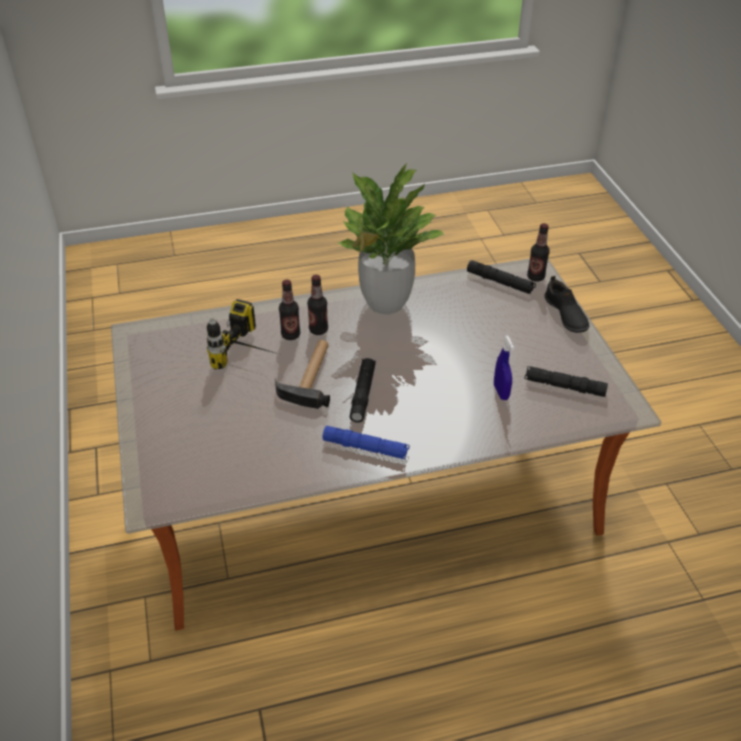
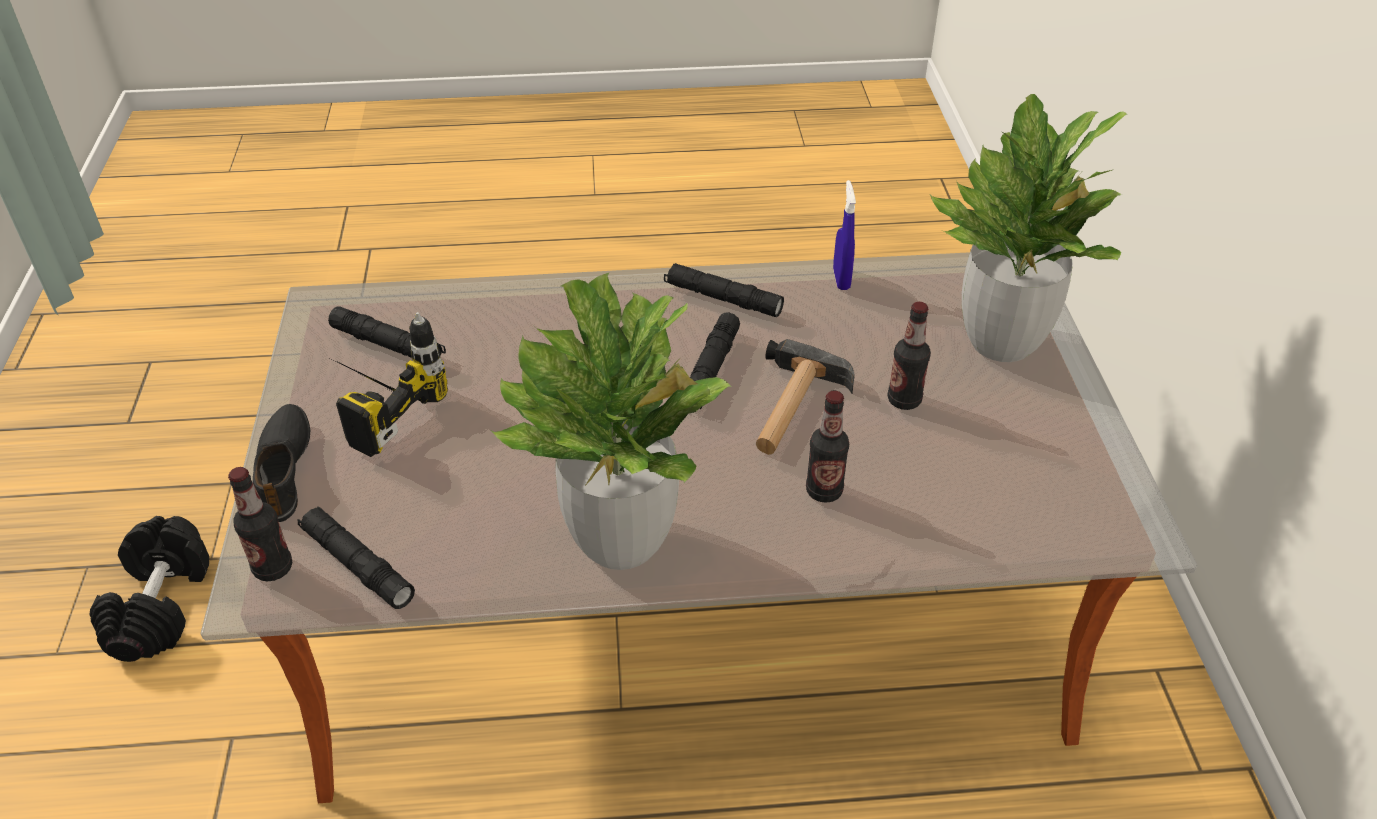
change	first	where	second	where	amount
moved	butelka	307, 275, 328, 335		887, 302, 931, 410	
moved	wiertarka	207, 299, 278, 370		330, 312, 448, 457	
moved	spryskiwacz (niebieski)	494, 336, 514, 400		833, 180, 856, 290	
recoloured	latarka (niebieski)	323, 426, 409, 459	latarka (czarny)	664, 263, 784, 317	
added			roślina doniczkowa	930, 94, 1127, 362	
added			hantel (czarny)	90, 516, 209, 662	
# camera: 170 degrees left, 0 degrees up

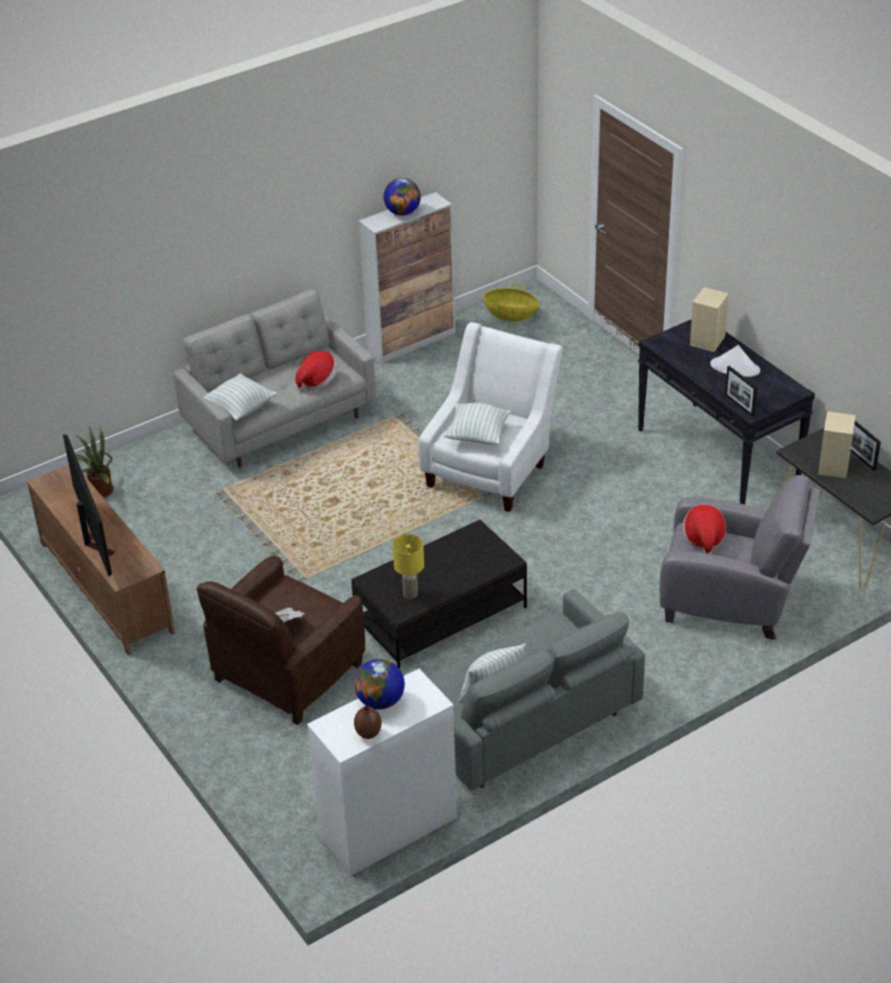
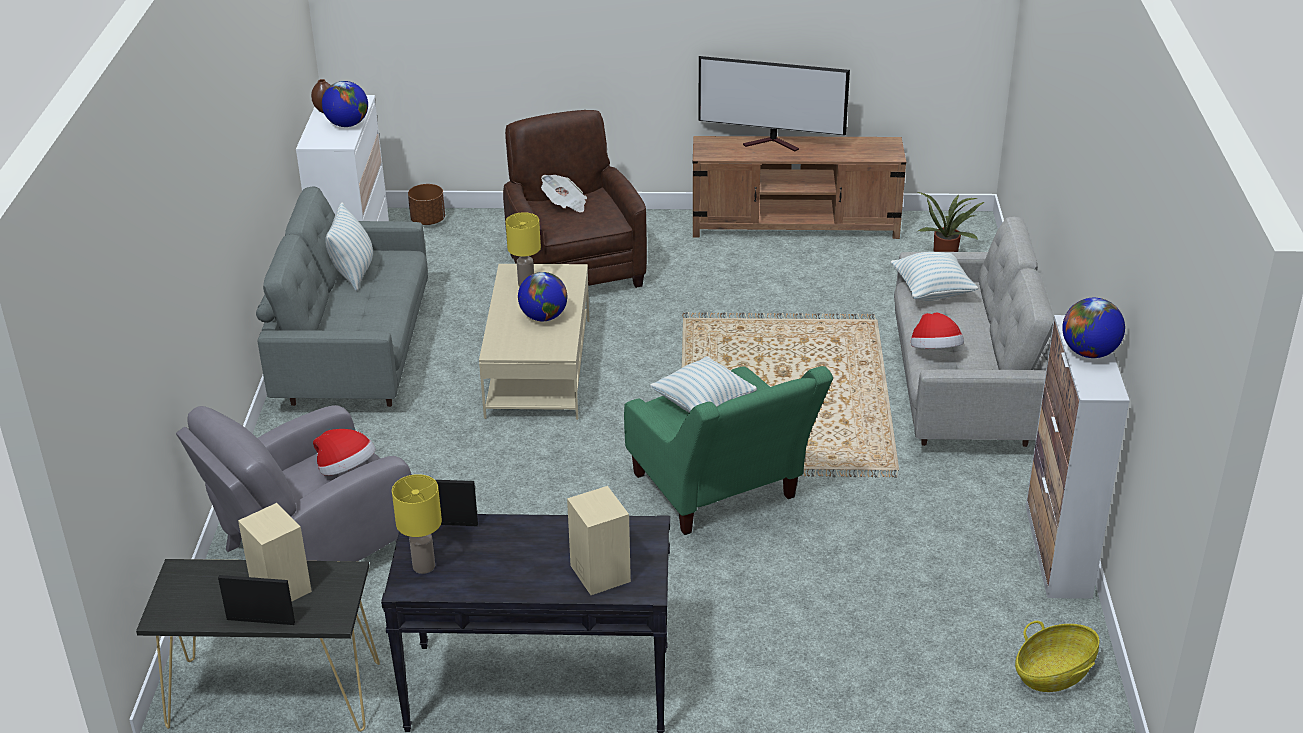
change	first	where	second	where	amount
recoloured	fotel (biały)	419, 322, 563, 512	fotel (zielony)	624, 366, 833, 535	
removed	kapelusz (biały)	710, 345, 760, 377			
recoloured	ława (czarny)	351, 520, 527, 669	ława (beżowy)	479, 264, 589, 420	
added			donica (brązowy)	408, 184, 445, 225	
added			globus	518, 272, 567, 321	
added			lampa stołowa (żółty)	392, 474, 442, 574	
# camera: 125 degrees right, 5 degrees down

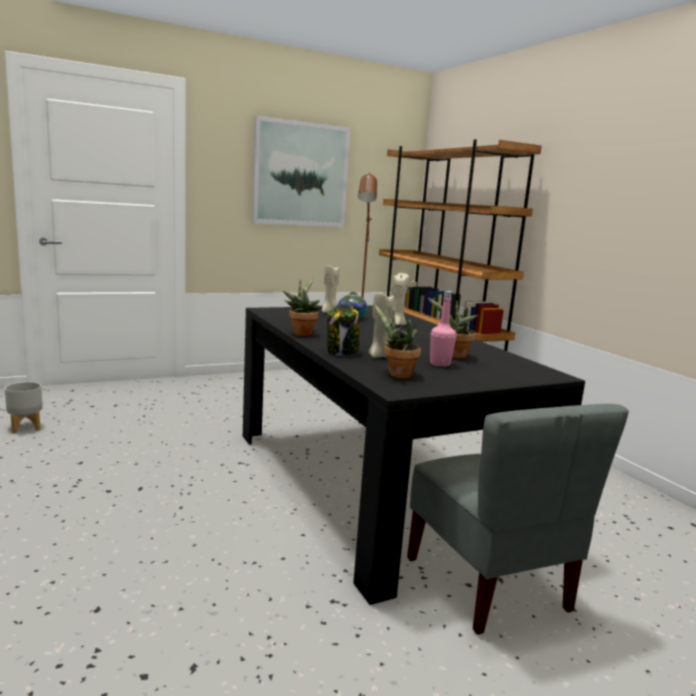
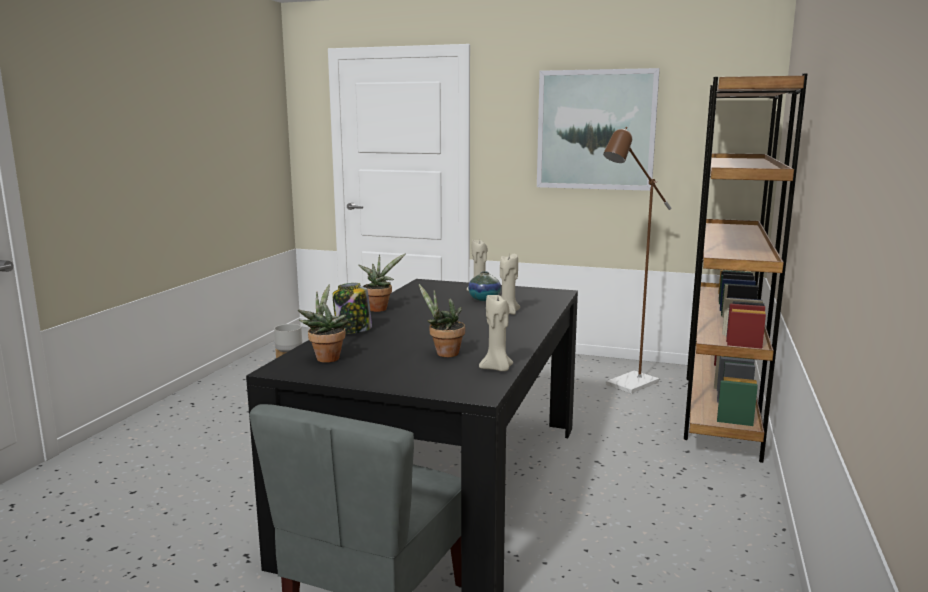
change	first	where	second	where	amount
moved	świeca (beżowy)	368, 291, 394, 358		479, 295, 513, 371	
removed	butelka (różowy)	430, 291, 456, 367			
# camera: 45 degrees right, 0 degrees up

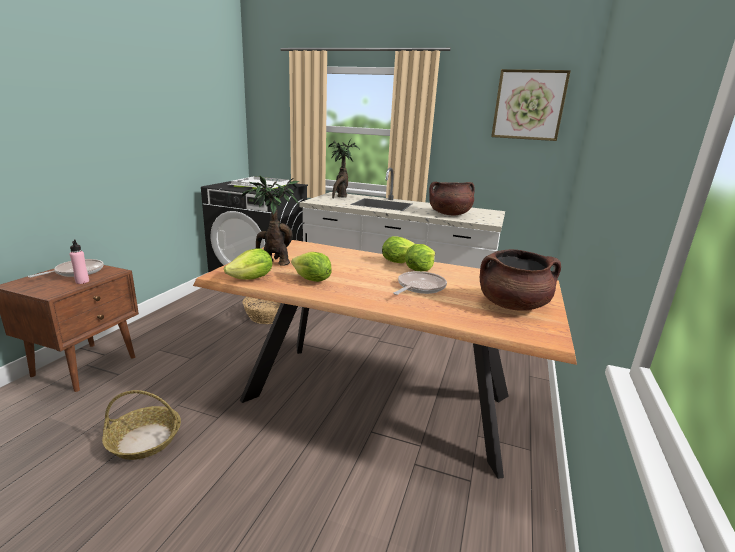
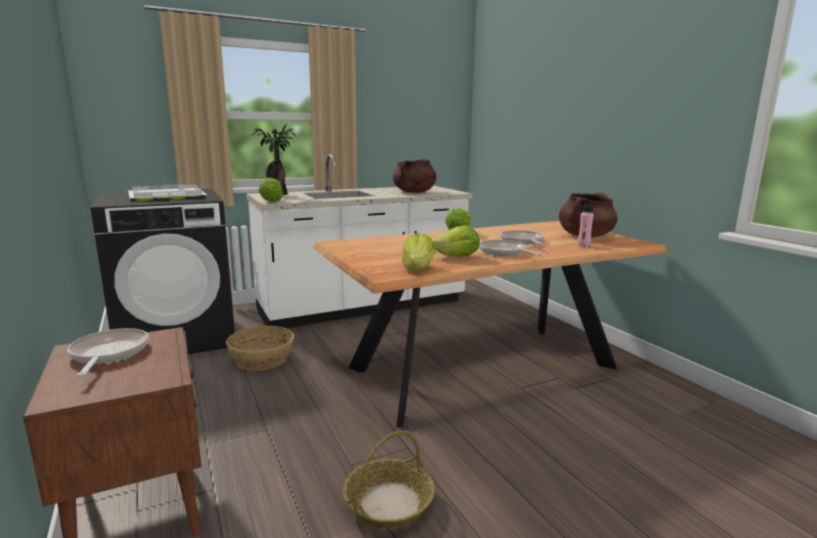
change	first	where	second	where	amount
removed	obraz	491, 69, 571, 141			
removed	roślina doniczkowa	241, 176, 299, 266			
moved	butelka (różowy)	70, 239, 89, 284		578, 201, 596, 247	
moved	sałata	405, 244, 435, 271		259, 178, 283, 202	
added			patelnia	479, 240, 542, 256	
# camera: 45 degrees left, 5 degrees down

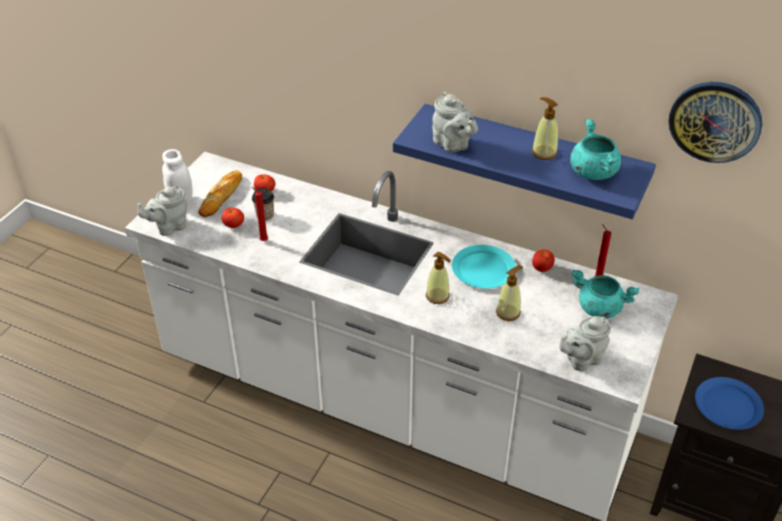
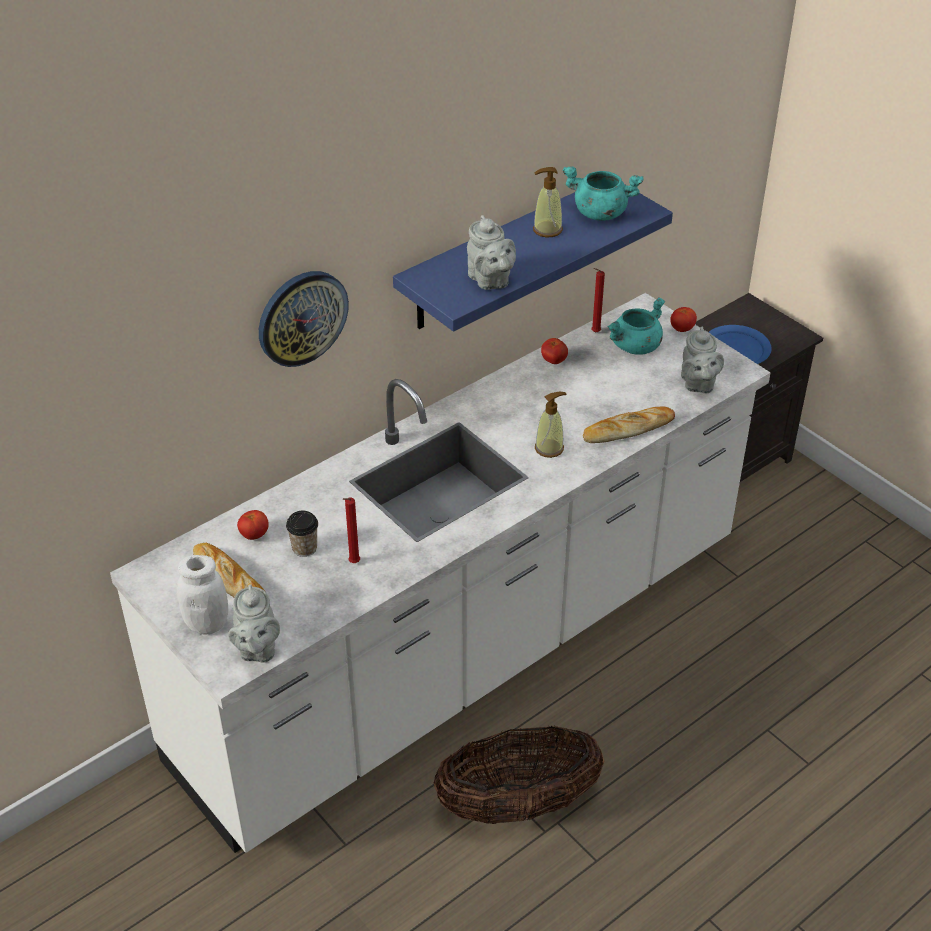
change	first	where	second	where	amount
moved	zegar ścienny	669, 82, 763, 163		259, 271, 349, 367	
turned	imbryk (szary)	432, 92, 478, 153		467, 215, 516, 290	75 degrees clockwise
moved	pomidor	222, 208, 244, 228		670, 307, 697, 332	
removed	talerz (turkusowy)	452, 245, 516, 289			
removed	dozownik mydła	496, 266, 523, 321			
added			chleb	583, 407, 675, 443	
added			koszyk	434, 725, 604, 824	
# camera: 65 degrees left, 0 degrees up

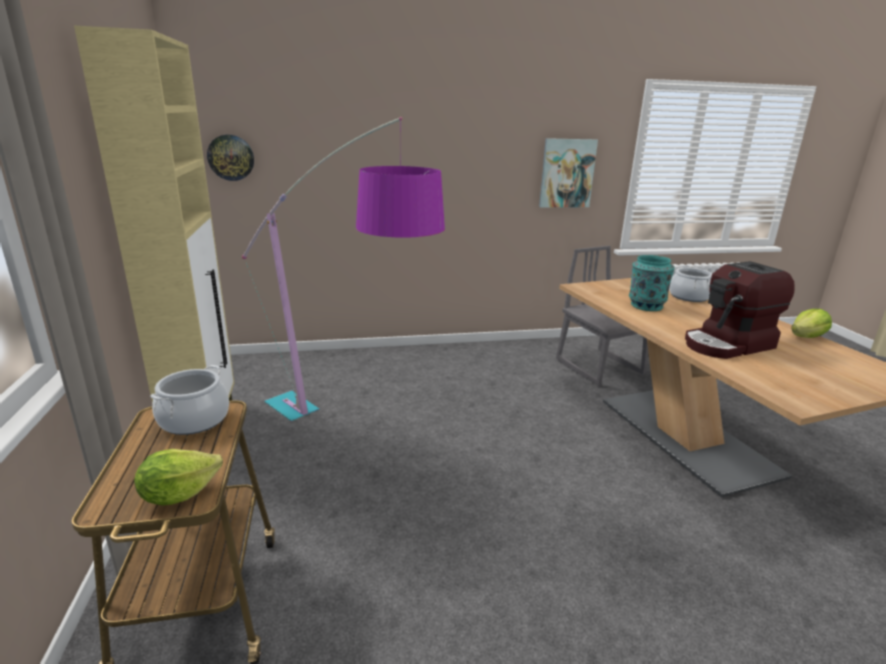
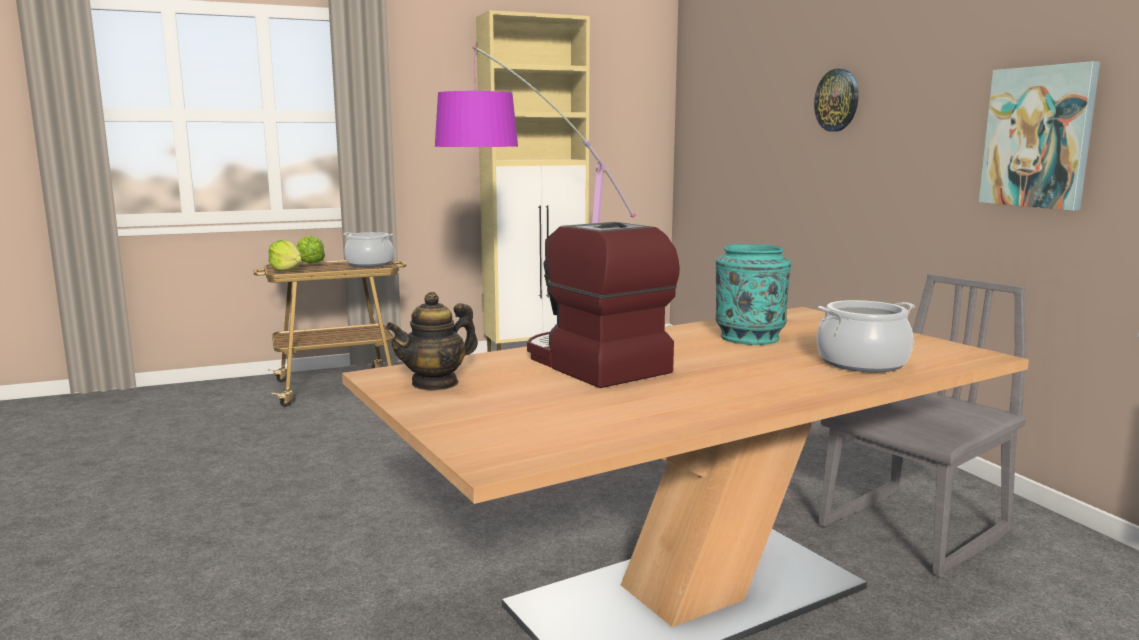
change	first	where	second	where	amount
moved	zegar ścienny	207, 135, 254, 181		814, 69, 858, 132	
moved	sałata	791, 309, 832, 338		296, 236, 325, 264	
added			imbryk	386, 292, 478, 391	
# camera: 80 degrees right, 10 degrees down

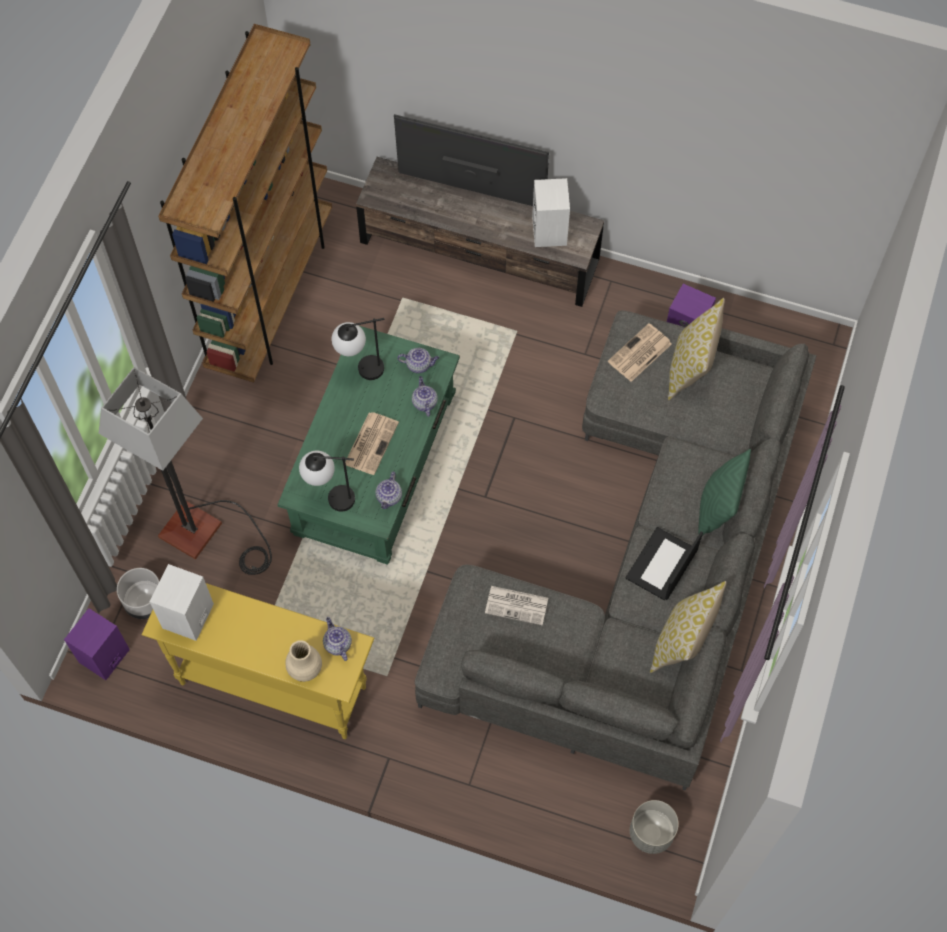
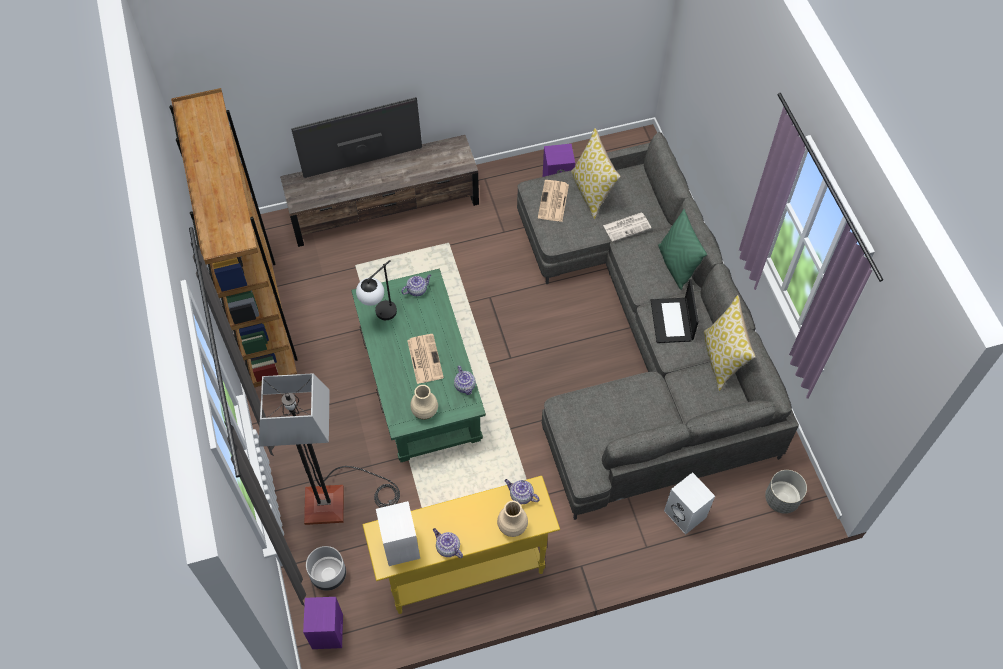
change	first	where	second	where	amount
moved	głośnik (biały)	532, 178, 570, 247		664, 472, 715, 535	
moved	imbryk	412, 376, 438, 417		433, 528, 463, 558	
replaced	lampa stołowa	299, 451, 355, 512	wazon (beżowy)	410, 385, 438, 419	
moved	gazeta	485, 586, 548, 625		603, 212, 651, 242	
# camera: 35 degrees left, 5 degrees down

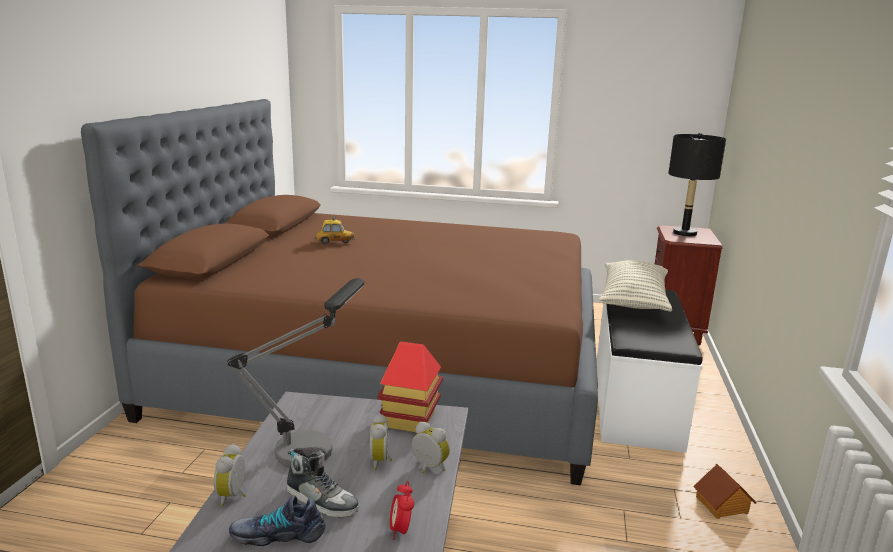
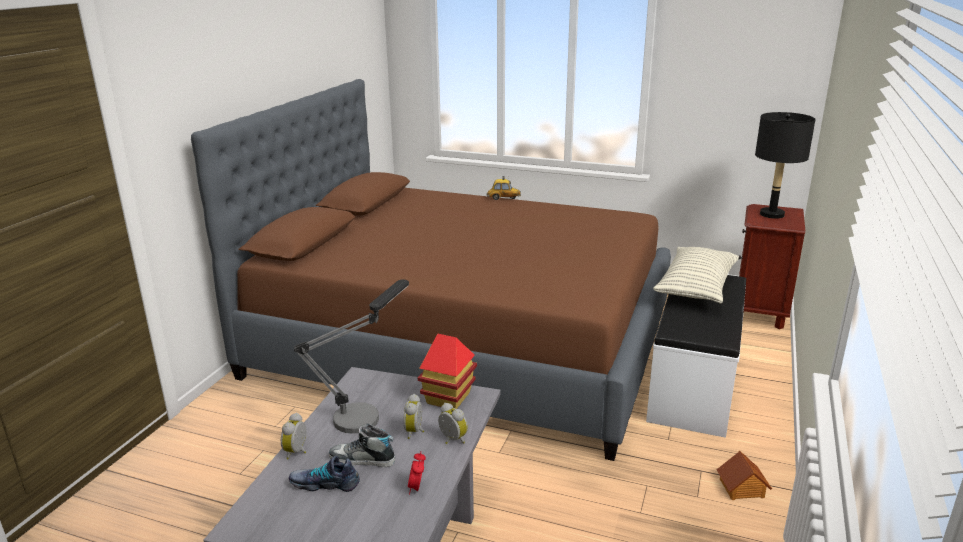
change	first	where	second	where	amount
moved	samochodzik	314, 216, 355, 244		486, 176, 521, 200	
turned	but	286, 447, 359, 518		329, 424, 395, 467	150 degrees clockwise
# camera: 10 degrees right, 5 degrees up

